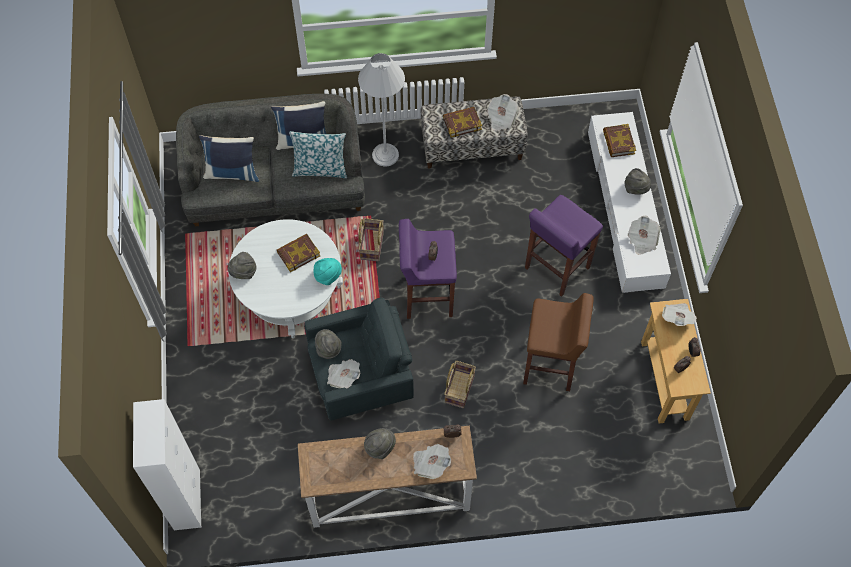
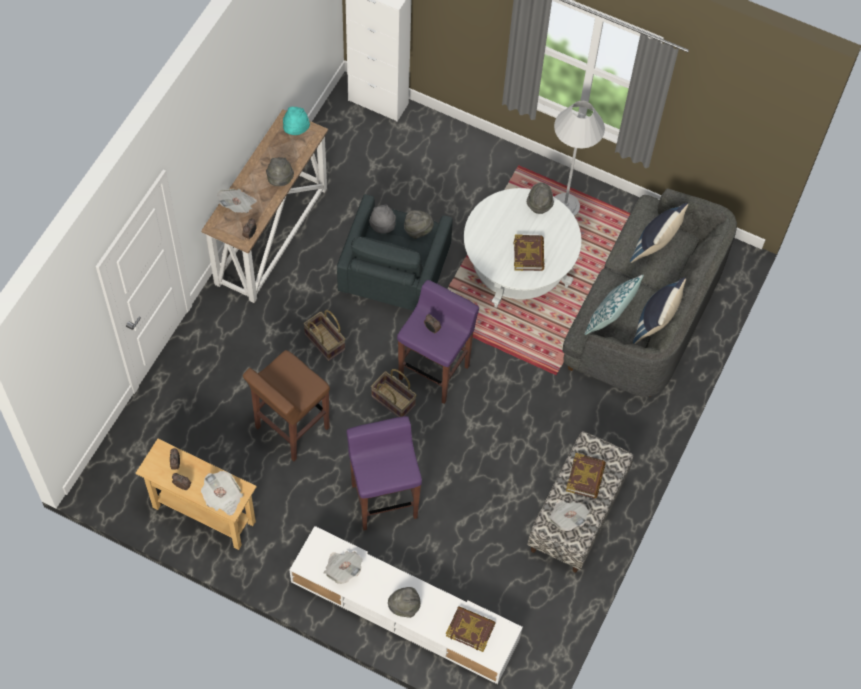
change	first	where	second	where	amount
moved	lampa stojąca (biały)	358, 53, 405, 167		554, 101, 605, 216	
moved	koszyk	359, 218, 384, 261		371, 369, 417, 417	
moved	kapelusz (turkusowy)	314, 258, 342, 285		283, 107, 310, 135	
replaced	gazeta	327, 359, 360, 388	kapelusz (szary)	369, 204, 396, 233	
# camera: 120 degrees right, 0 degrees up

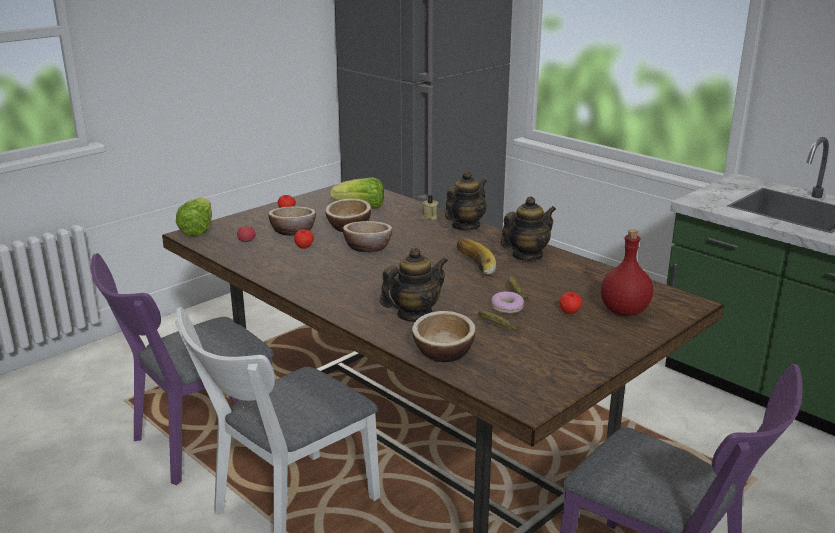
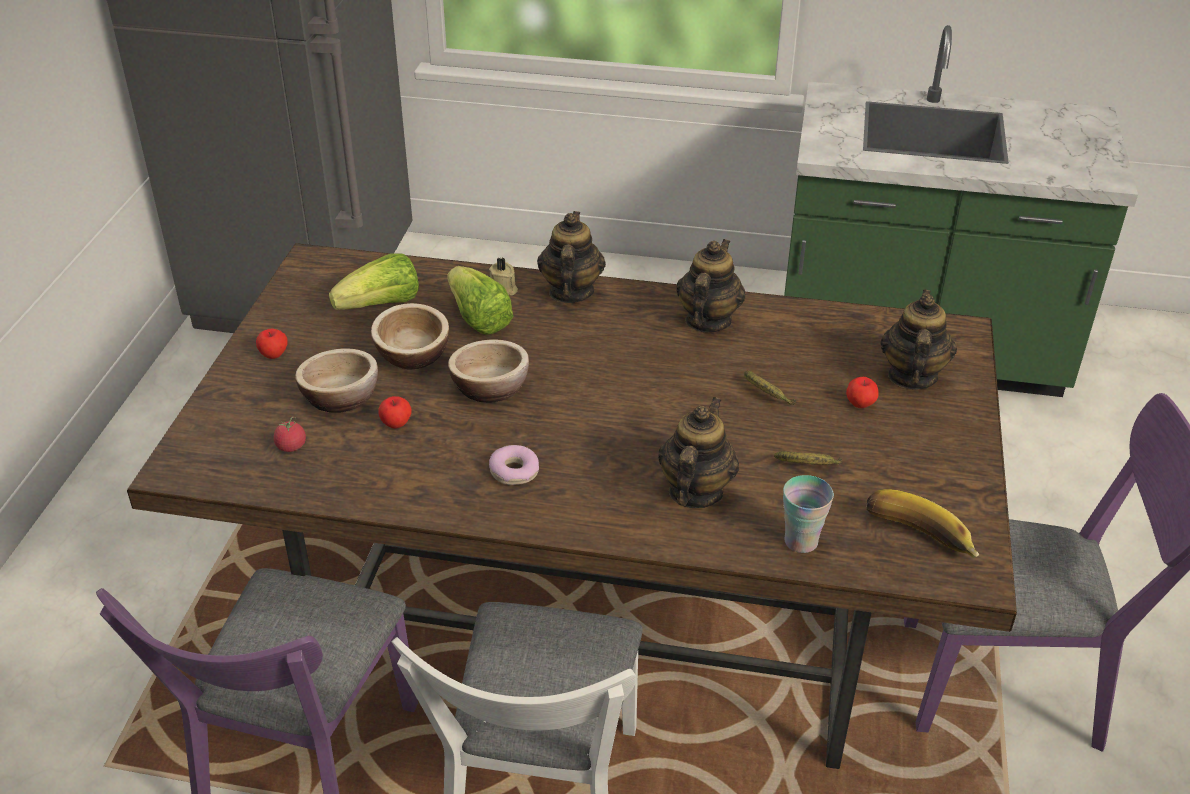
change	first	where	second	where	amount
moved	sałata	176, 197, 212, 237		447, 266, 513, 335	
replaced	butelka (czerwony)	601, 229, 653, 316	imbryk	881, 289, 957, 390	
moved	banan	457, 239, 496, 275		866, 489, 980, 558	
moved	donut	491, 291, 524, 314		489, 445, 539, 485	
replaced	miska	412, 311, 476, 362	filiżanka	783, 475, 834, 553	
# camera: 35 degrees left, 15 degrees up

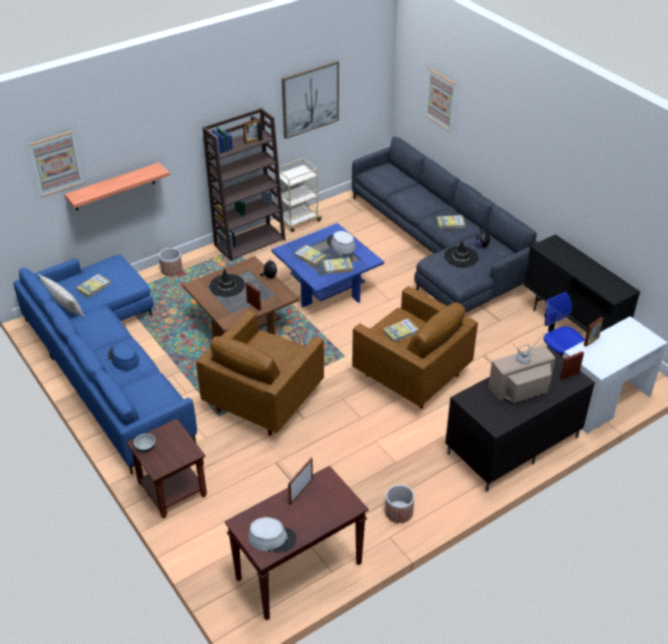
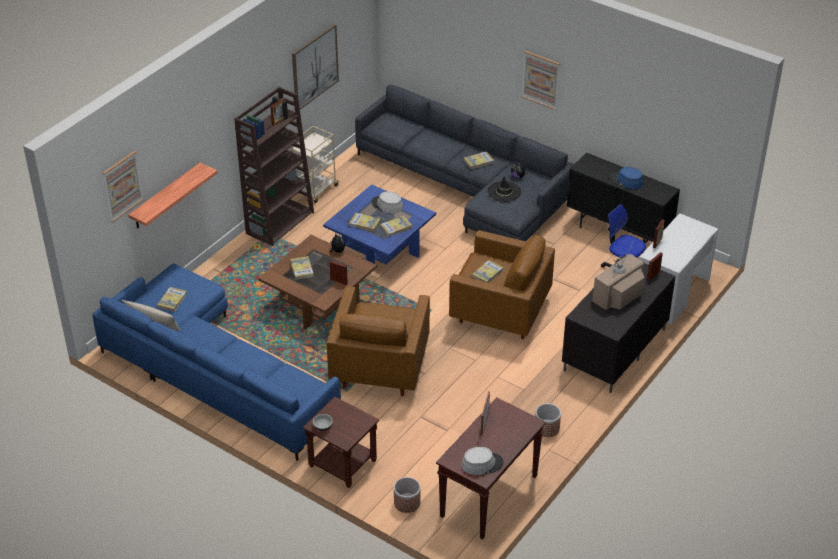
change	first	where	second	where	amount
moved	obraz	425, 69, 456, 132		522, 51, 560, 110	
moved	donica	159, 248, 183, 276		394, 477, 421, 513	
replaced	kapelusz (czarny)	209, 269, 245, 297	książka	290, 256, 314, 280	
moved	kapelusz (niebieski)	108, 343, 139, 371		611, 167, 643, 189	
# camera: 20 degrees left, 0 degrees up

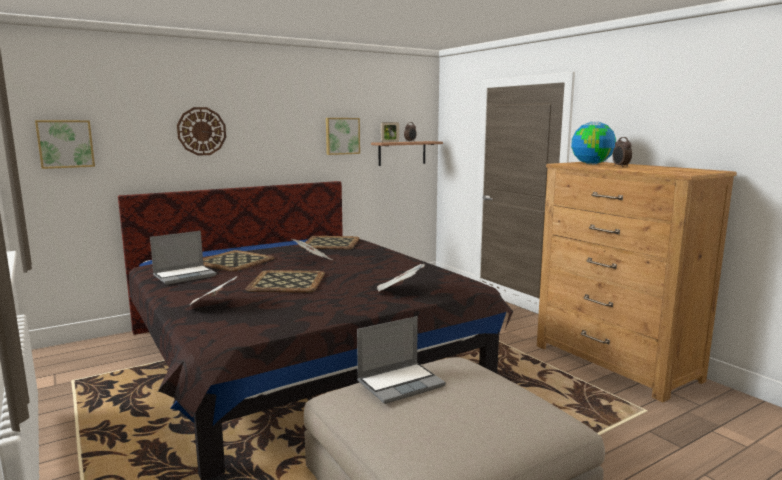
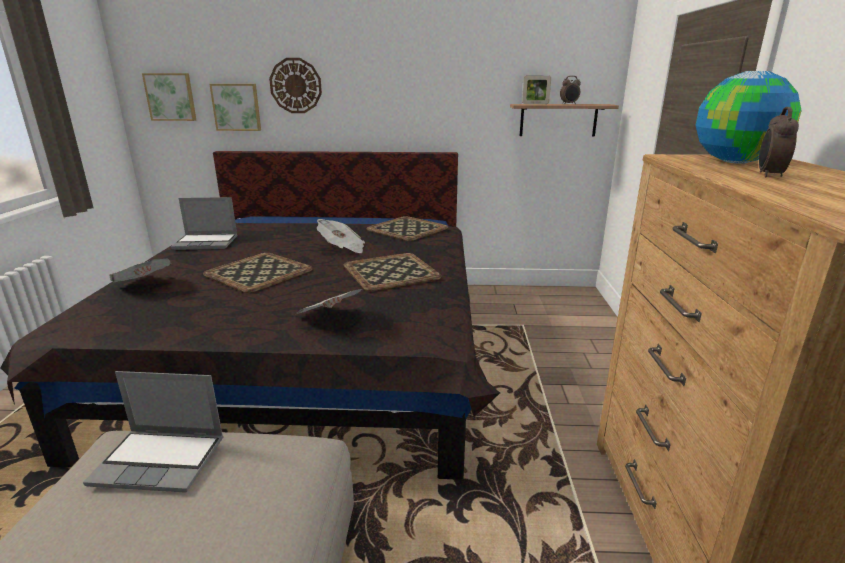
change	first	where	second	where	amount
moved	obraz	326, 118, 360, 155		209, 84, 261, 131	
moved	taca	203, 250, 275, 271		344, 253, 441, 291	
# camera: 35 degrees right, 10 degrees up

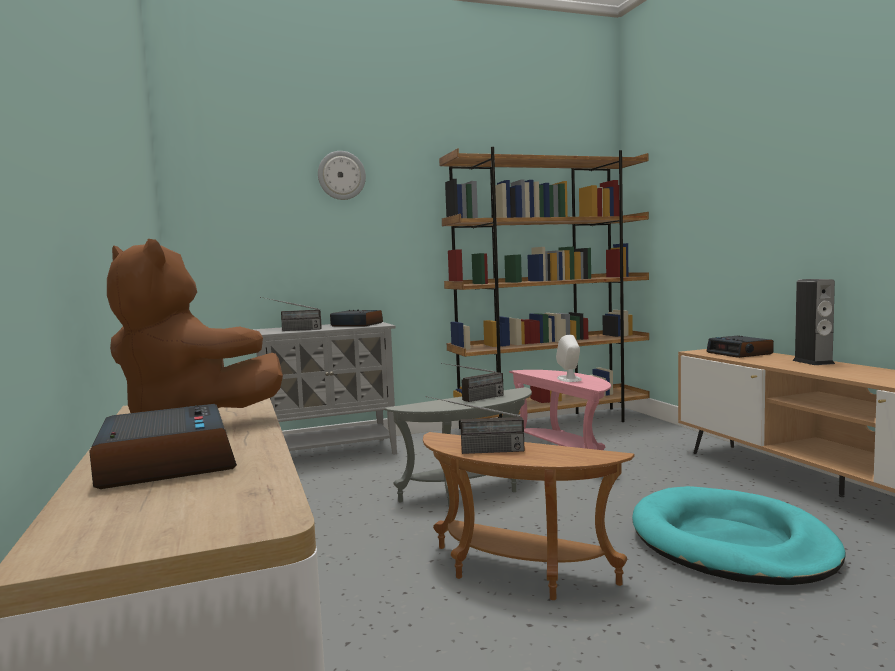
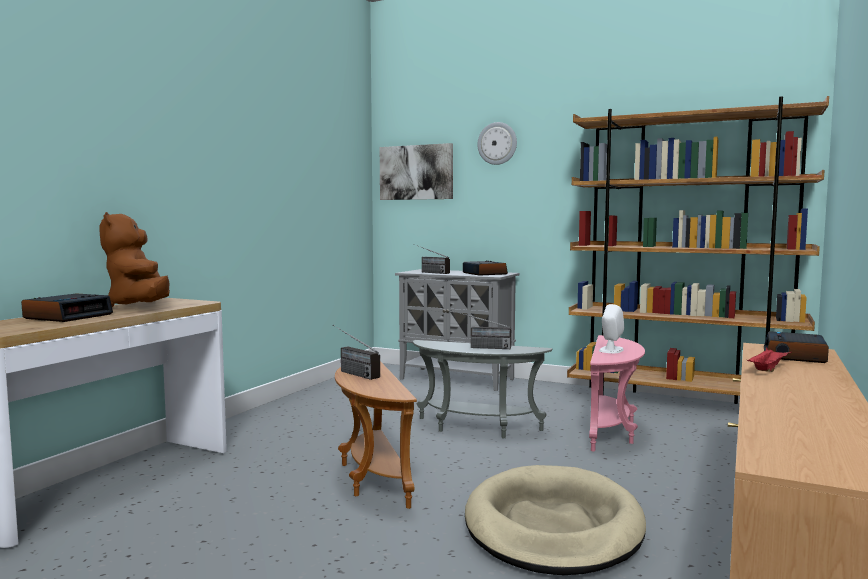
change	first	where	second	where	amount
removed	głośnik	792, 279, 835, 365			
recoloured	legowisko (turkusowy)	632, 486, 845, 585	legowisko (beżowy)	465, 465, 646, 575	
added			obraz	380, 143, 453, 200	
added			taca (czerwony)	747, 347, 792, 372	
# camera: 45 degrees right, 0 degrees up

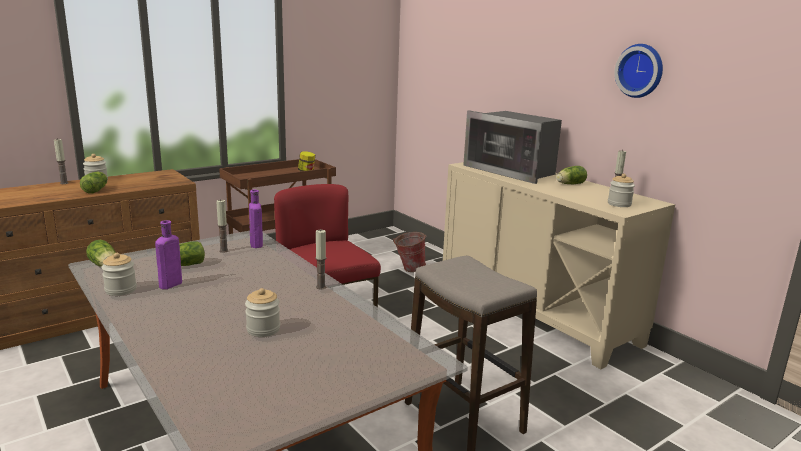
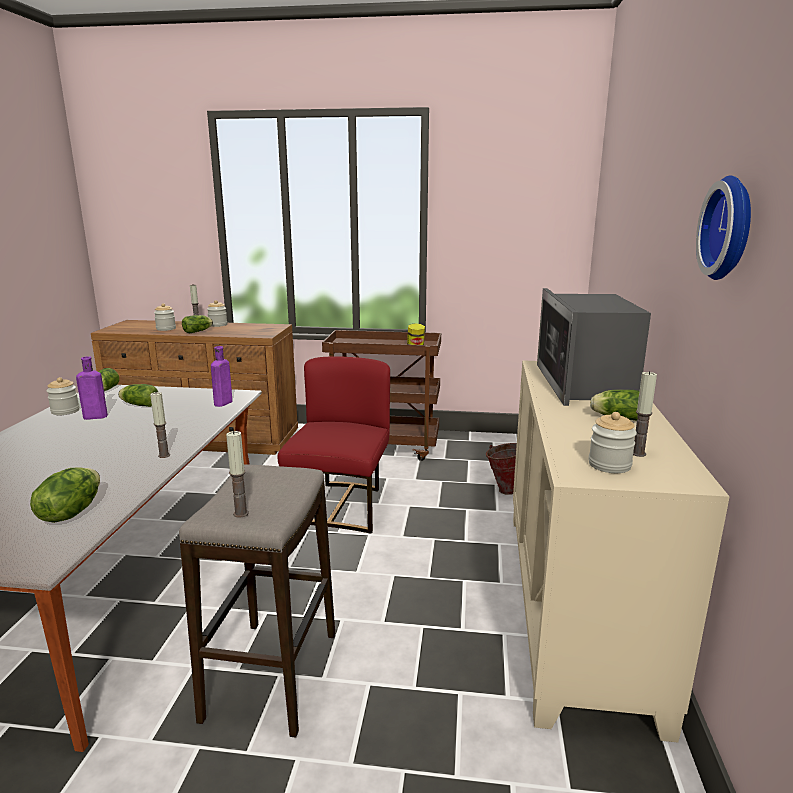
change	first	where	second	where	amount
moved	świeca	216, 200, 229, 253		226, 431, 249, 518	
moved	słoik	245, 288, 280, 337		154, 303, 176, 331	
added			sałata	30, 468, 100, 523	
# camera: 45 degrees right, 0 degrees up

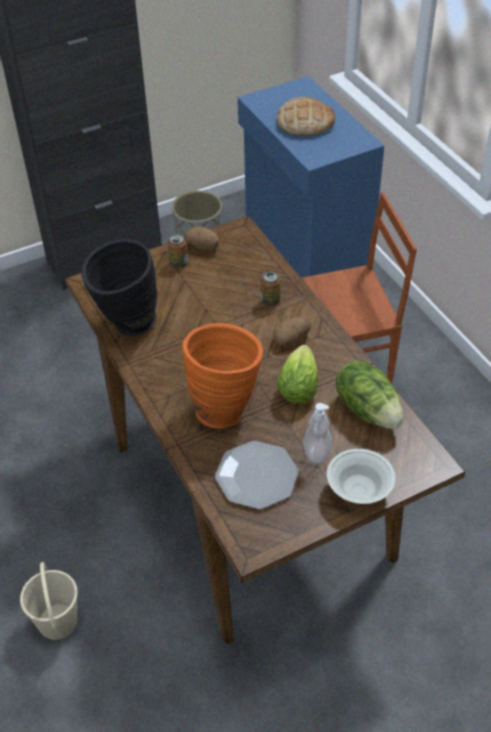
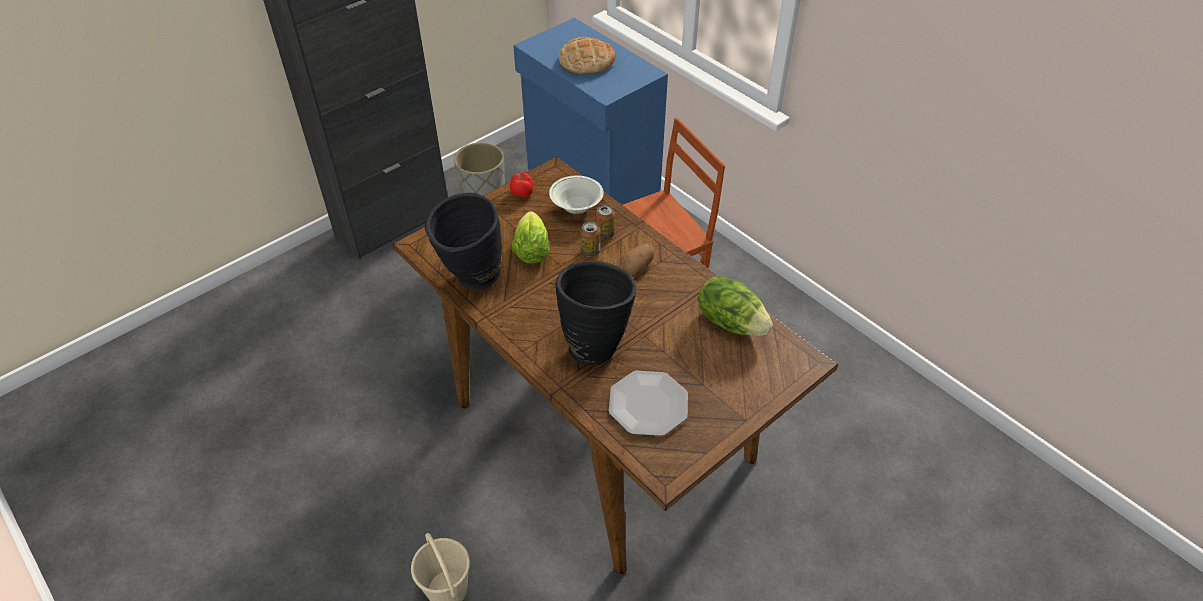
change	first	where	second	where	amount
replaced	ziemniak	184, 226, 220, 250	pomidor	510, 172, 533, 197	
moved	puszka	168, 234, 188, 268		580, 221, 600, 257	
recoloured	wazon (pomarańczowy)	182, 323, 263, 428	wazon (czarny)	555, 261, 637, 366	
moved	sałata	276, 345, 318, 404		512, 211, 549, 264	
removed	dozownik mydła	304, 403, 332, 463			
moved	miska (biały)	327, 449, 396, 504		549, 175, 604, 214	
# camera: 15 degrees left, 0 degrees up

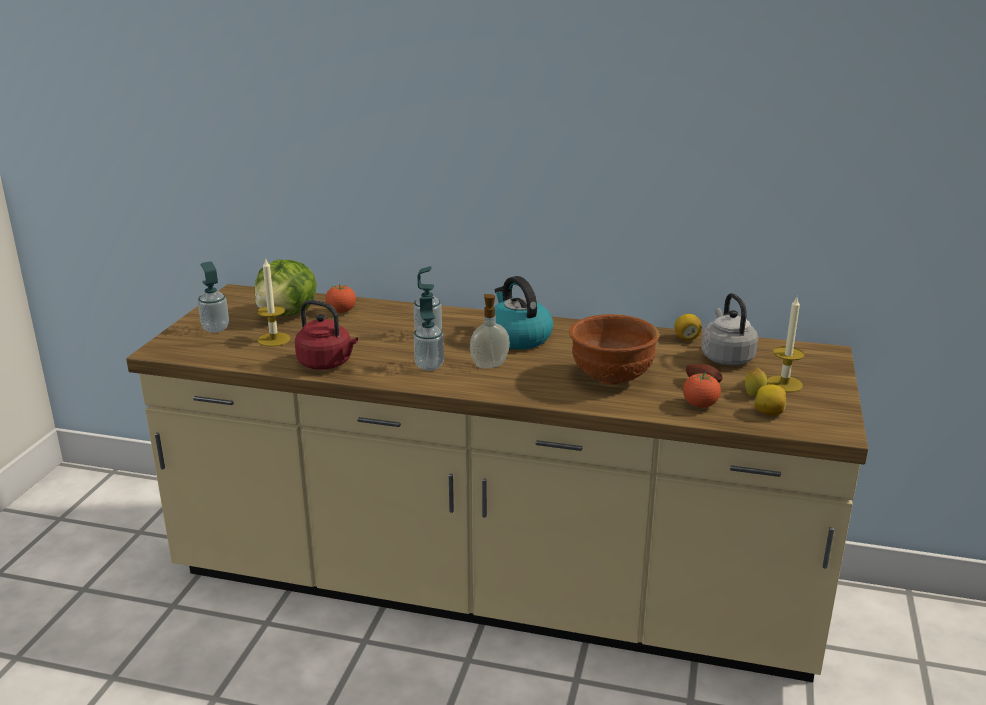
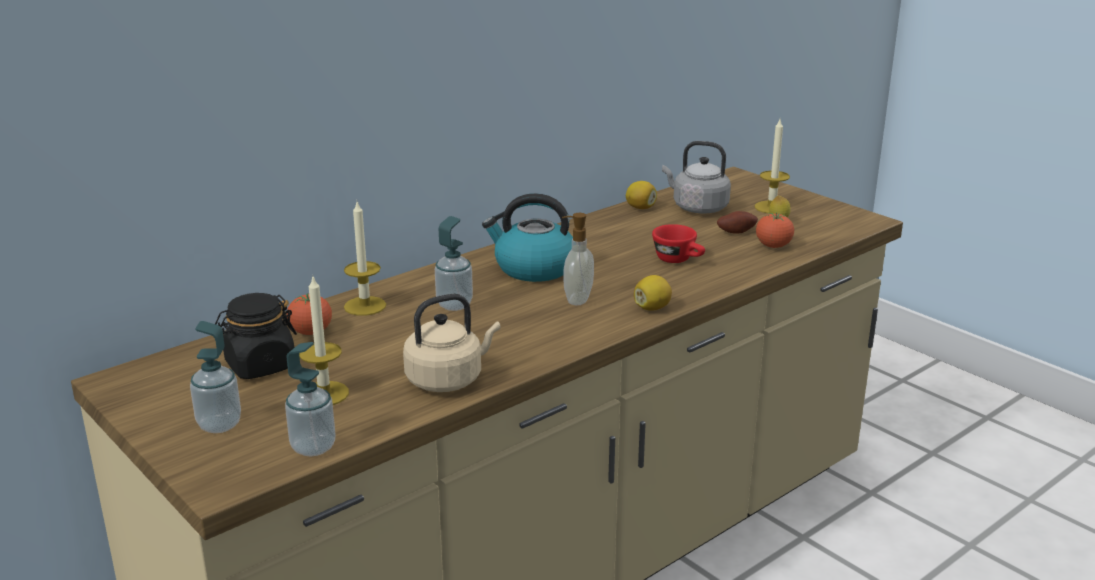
change	first	where	second	where	amount
replaced	sałata	255, 260, 317, 316	słoik (czarny)	215, 293, 297, 379	
moved	dozownik mydła	414, 297, 444, 371		285, 342, 336, 456	
recoloured	czajnik (czerwony)	295, 300, 358, 370	czajnik (beżowy)	403, 294, 501, 392	
replaced	miska (brązowy)	569, 314, 659, 385	filiżanka (czerwony)	652, 224, 705, 263	
moved	cytryna	754, 384, 786, 415		634, 275, 672, 311	
added			świeca	344, 202, 386, 316	
# camera: 55 degrees left, 0 degrees up

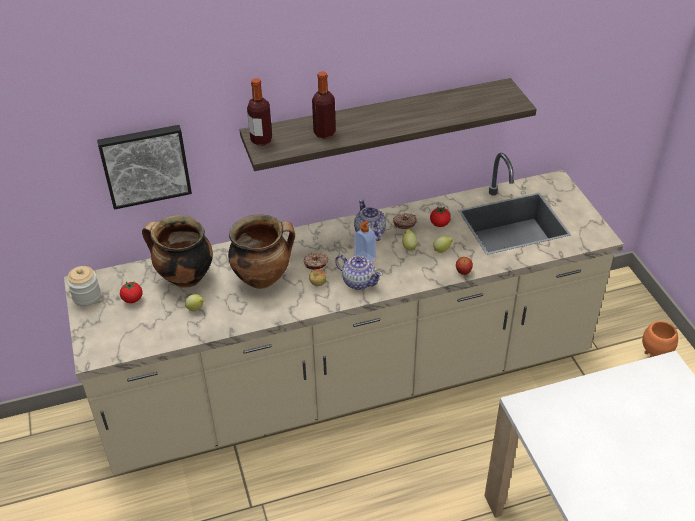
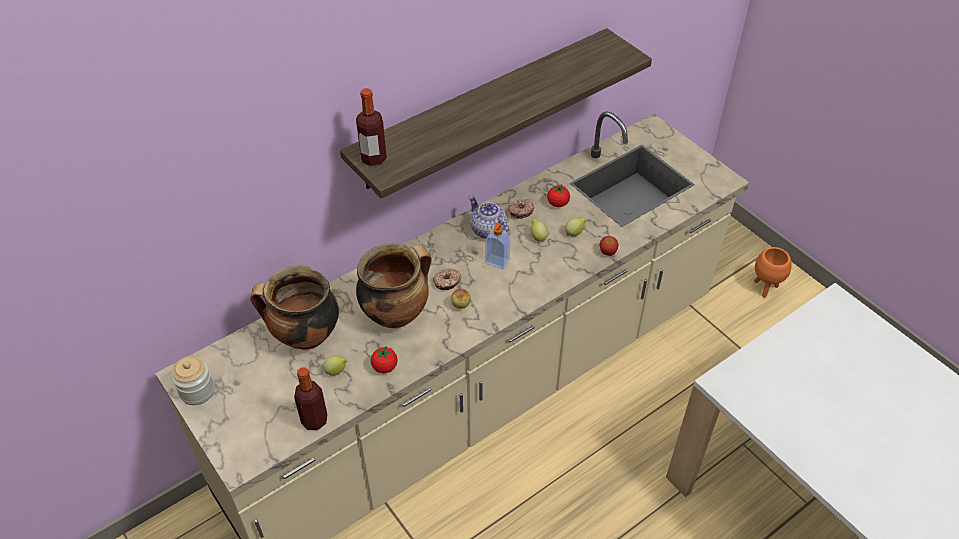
change	first	where	second	where	amount
moved	butelka	312, 71, 336, 139		294, 367, 327, 430	
removed	obraz	97, 125, 192, 210			
removed	imbryk	335, 255, 383, 290			
moved	pomidor	120, 281, 142, 303		371, 346, 398, 373	
# camera: 20 degrees left, 5 degrees up

